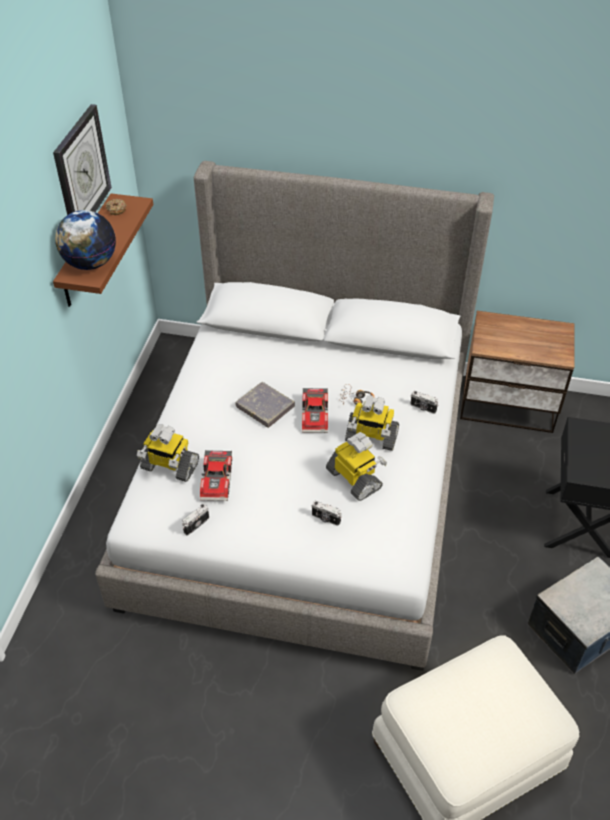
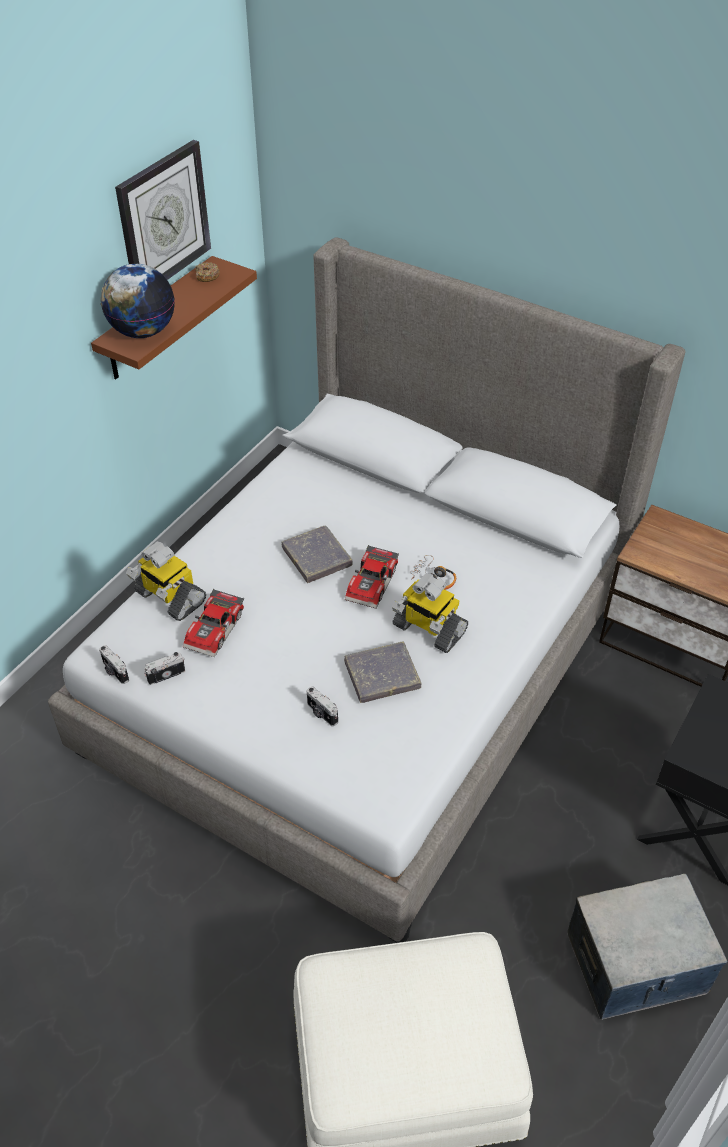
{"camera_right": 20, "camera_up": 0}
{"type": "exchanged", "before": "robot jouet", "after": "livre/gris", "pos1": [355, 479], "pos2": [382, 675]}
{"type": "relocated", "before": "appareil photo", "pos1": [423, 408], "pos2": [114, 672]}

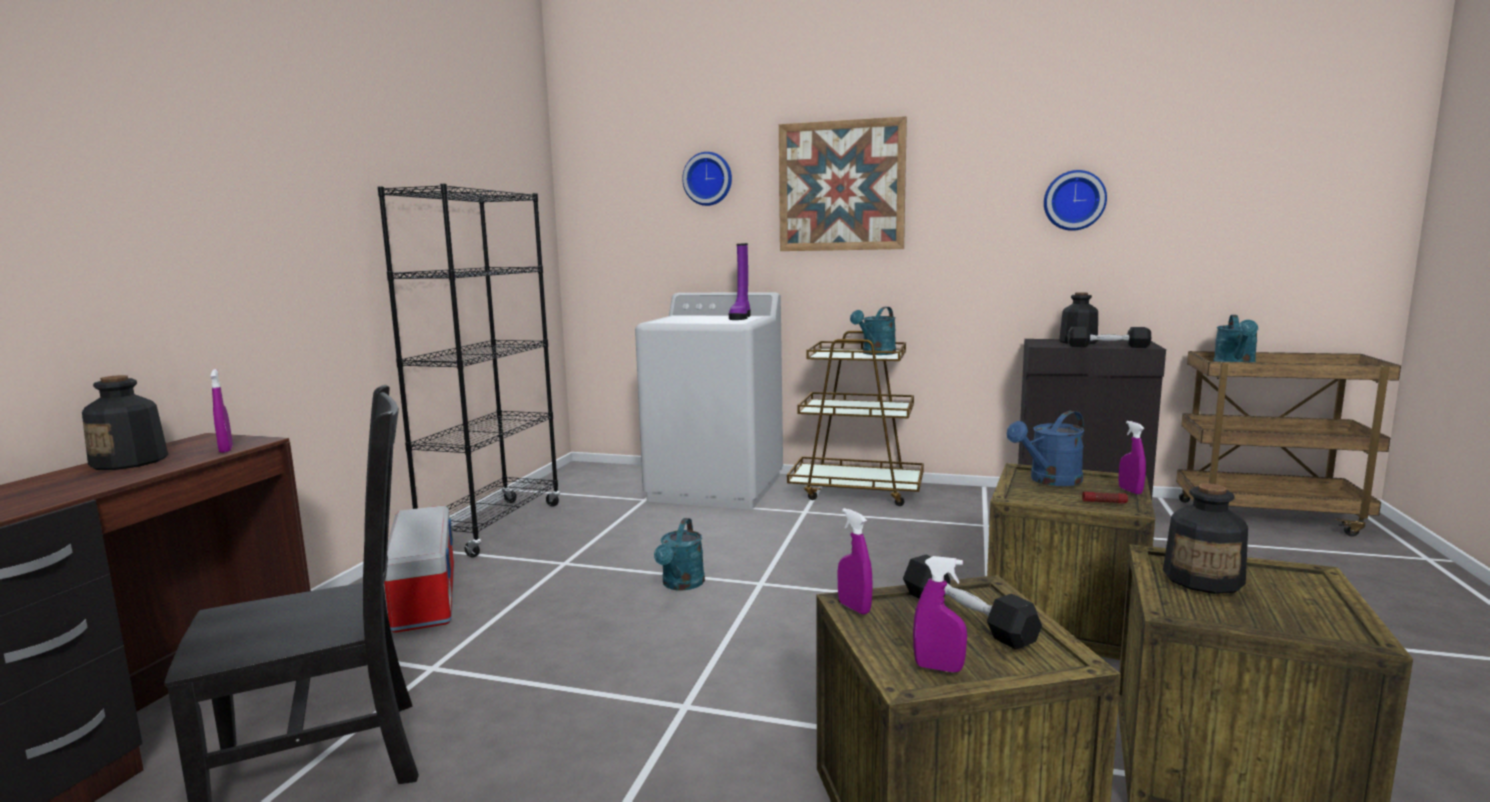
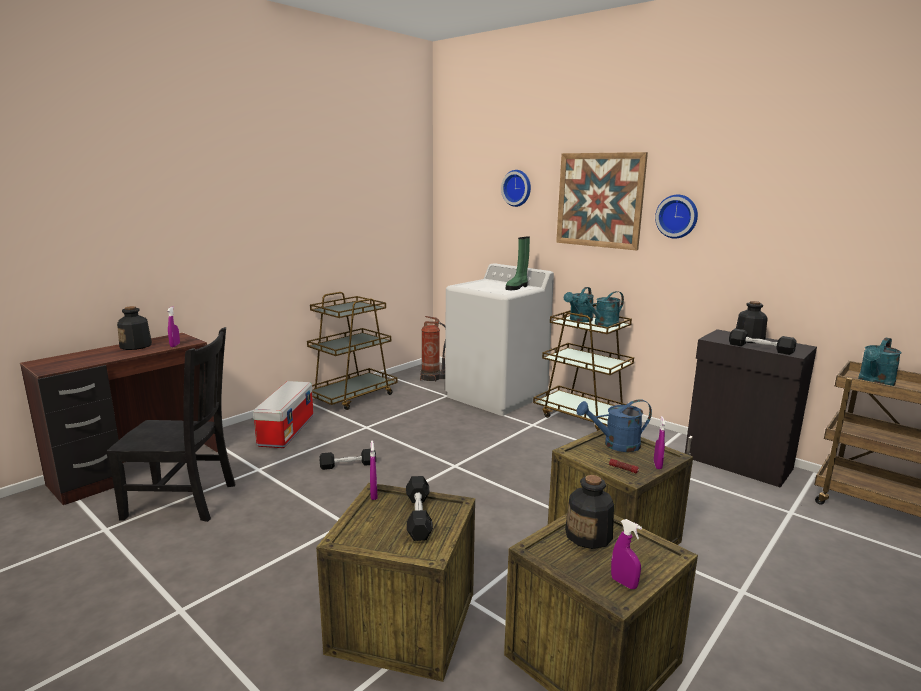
{"camera_right": 25, "camera_up": 5}
{"type": "exchanged", "before": "bibliothèque/noir", "after": "chariot/marron", "pos1": [493, 527], "pos2": [352, 396]}
{"type": "relocated", "before": "arrosoir/turquoise", "pos1": [681, 585], "pos2": [579, 320]}
{"type": "colour", "before": "botte/violet", "after": "botte/vert", "pos1": [740, 317], "pos2": [517, 287]}
{"type": "relocated", "before": "vaporisateur/violet", "pos1": [938, 668], "pos2": [624, 583]}
{"type": "relocated", "before": "horloge murale", "pos1": [1074, 200], "pos2": [677, 216]}
{"type": "appeared", "after": "haltère/noir", "pos2": [348, 465]}
{"type": "appeared", "after": "extincteur", "pos2": [431, 378]}

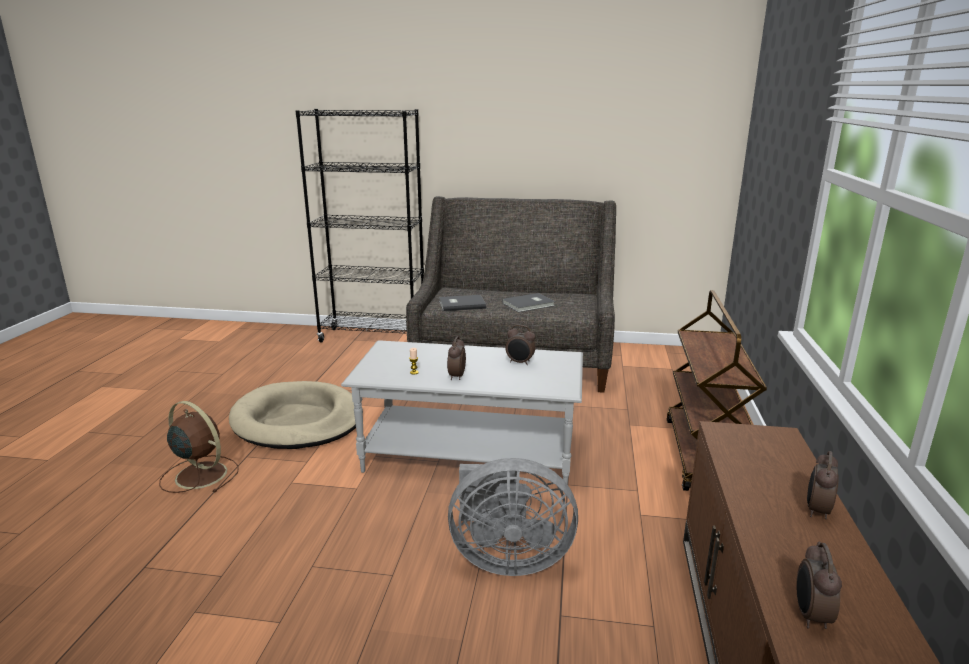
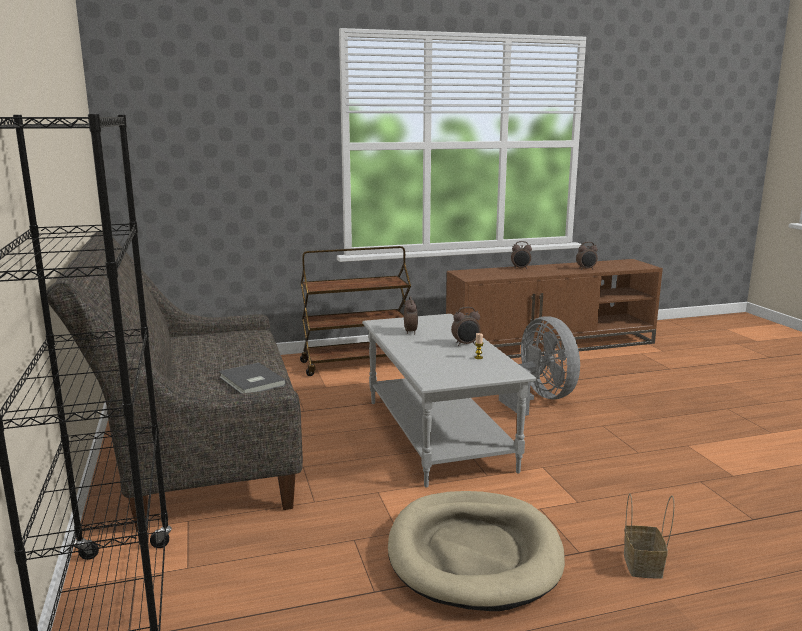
{"camera_right": -115, "camera_up": -5}
{"type": "exchanged", "before": "ventilateur/marron", "after": "panier", "pos1": [199, 474], "pos2": [644, 566]}
{"type": "missing", "before": "livre/gris", "pos1": [529, 304]}

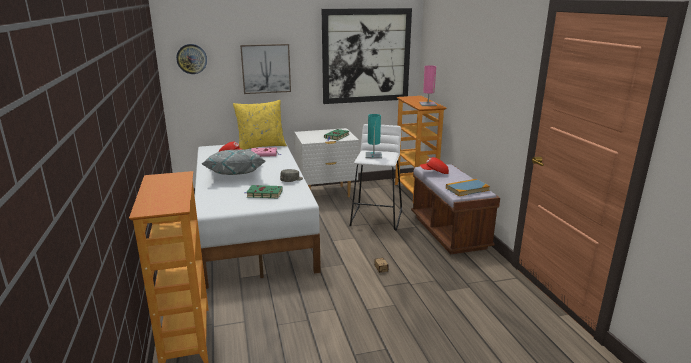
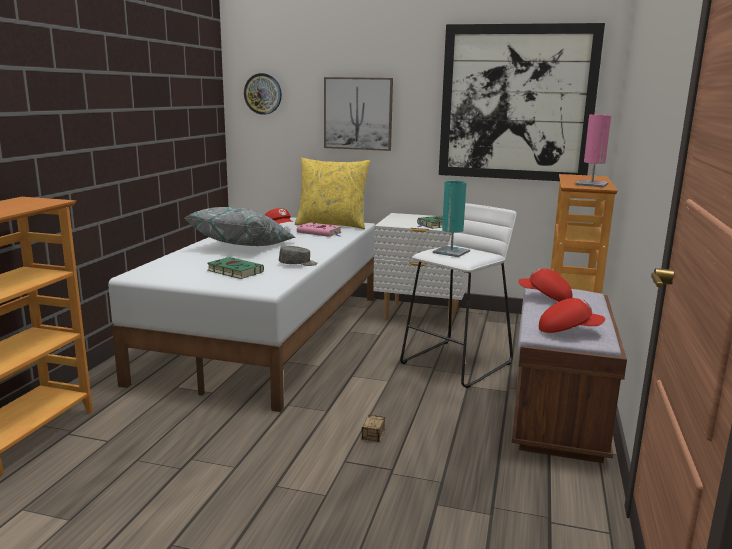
{"camera_right": 30, "camera_up": -5}
{"type": "exchanged", "before": "livre", "after": "casquette/rouge", "pos1": [467, 189], "pos2": [568, 331]}

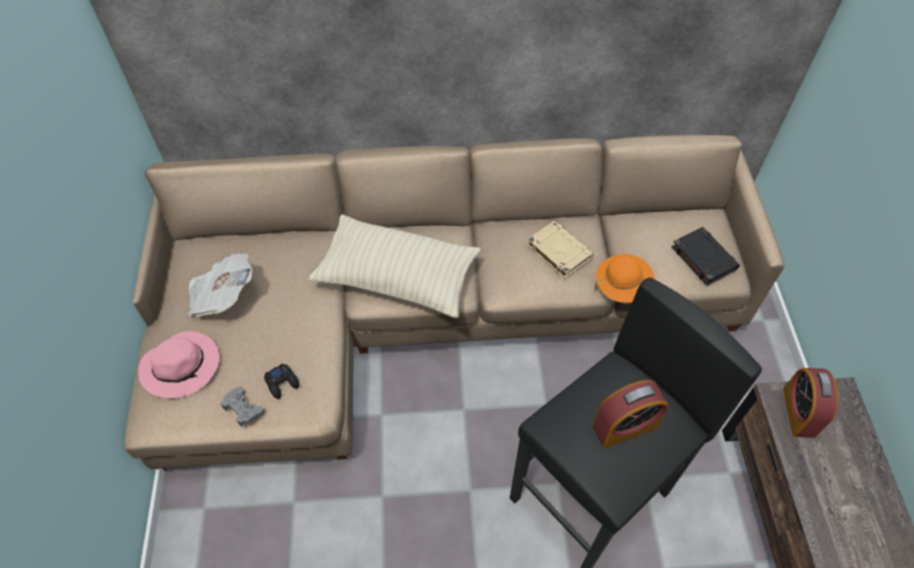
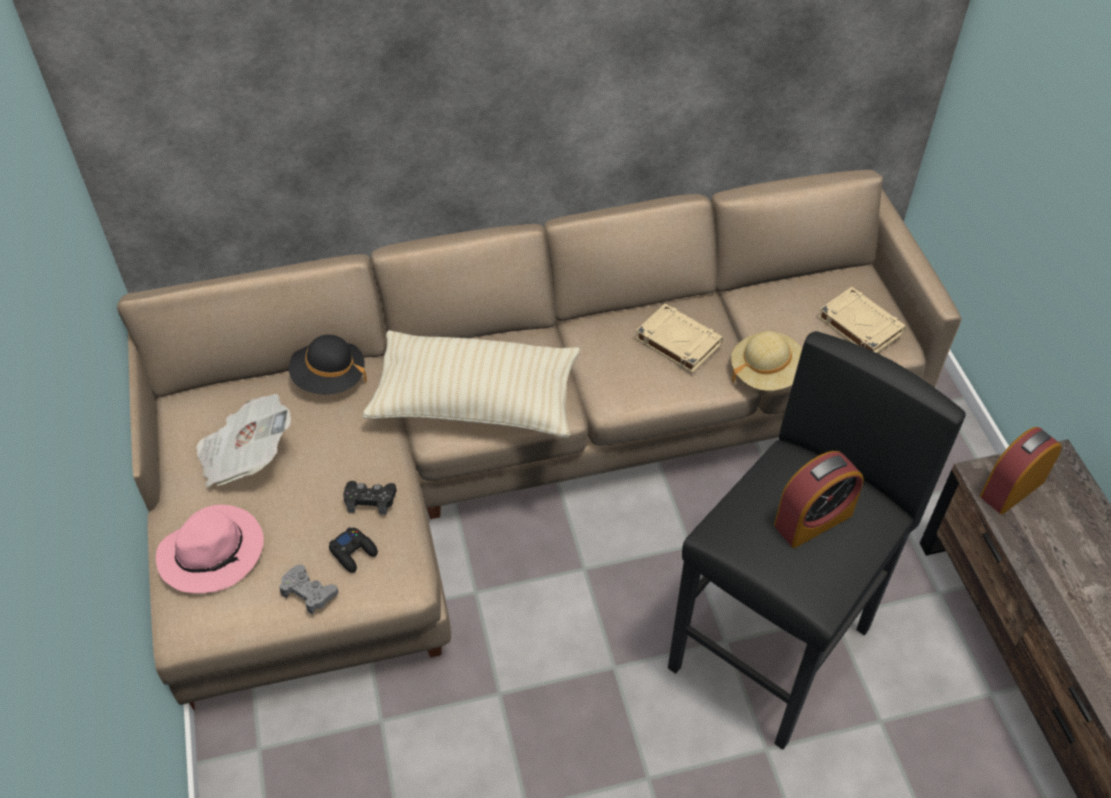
{"camera_right": -10, "camera_up": -5}
{"type": "colour", "before": "chapeau/orange", "after": "chapeau/beige", "pos1": [622, 286], "pos2": [766, 373]}
{"type": "colour", "before": "livre/noir", "after": "livre/beige", "pos1": [703, 258], "pos2": [859, 325]}
{"type": "spun", "before": "réveil", "pos1": [799, 412], "pos2": [1012, 488], "turn": 60}
{"type": "appeared", "after": "chapeau/noir", "pos2": [329, 378]}
{"type": "appeared", "after": "manette/noir", "pos2": [370, 500]}

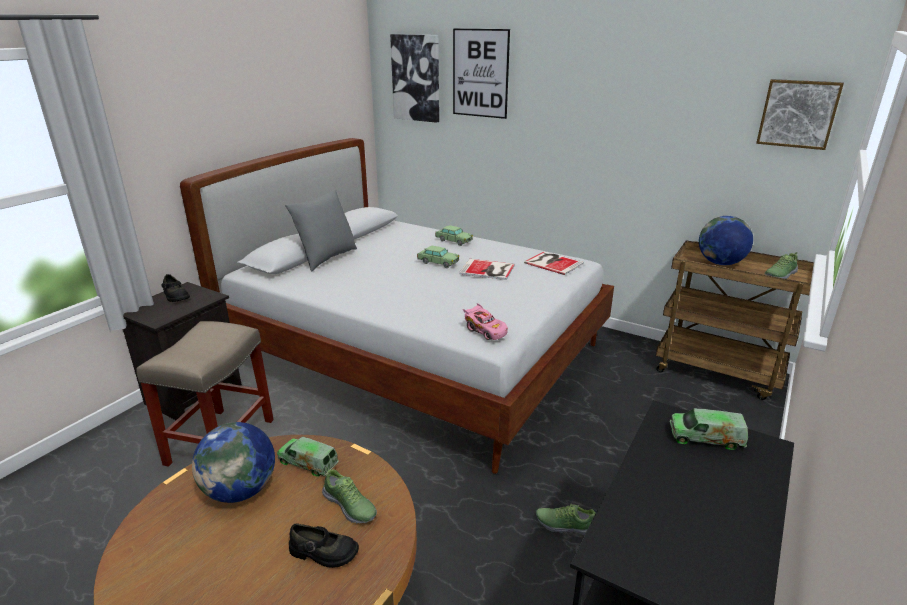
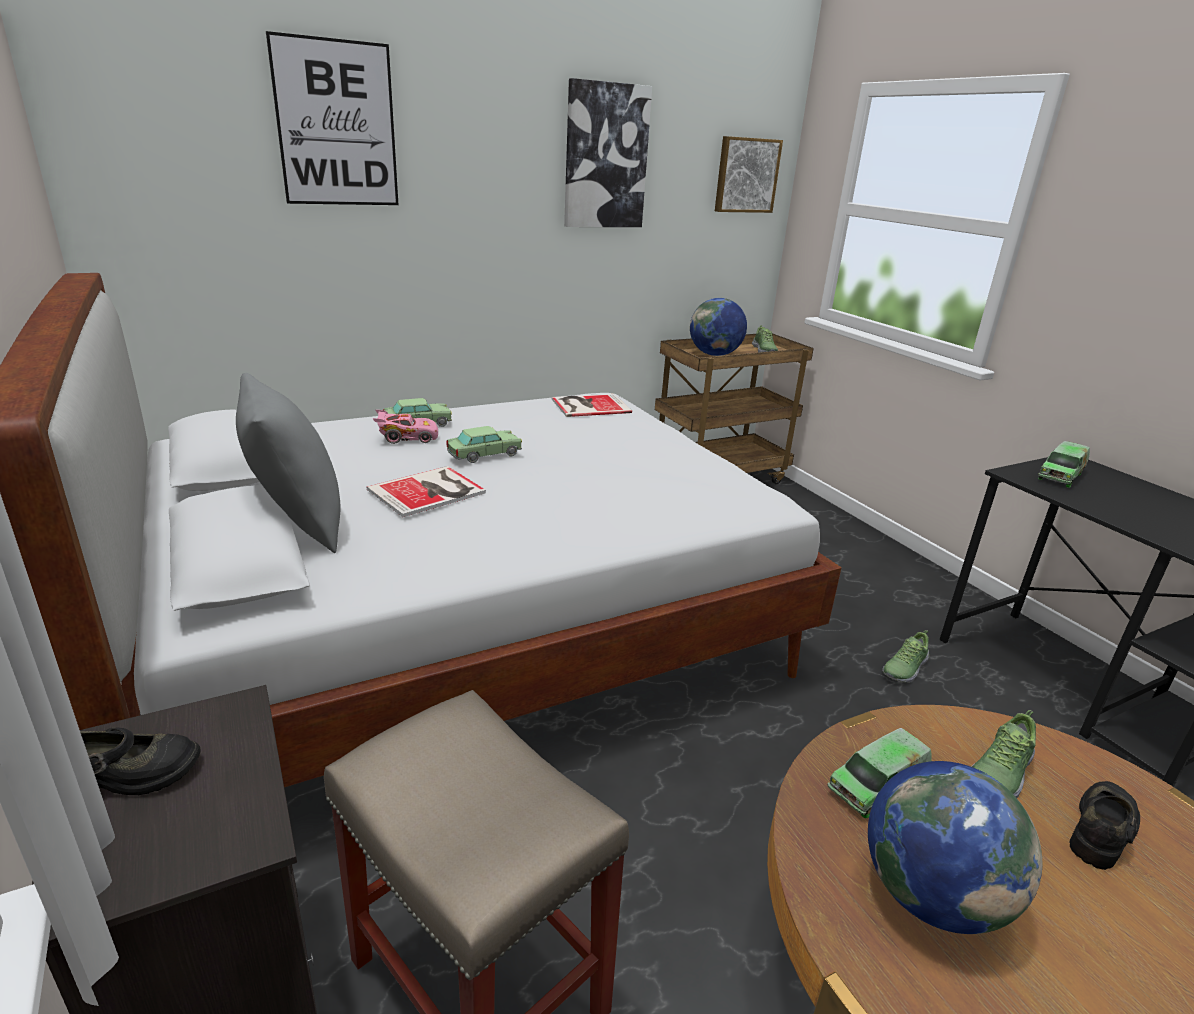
{"camera_right": -60, "camera_up": 0}
{"type": "spun", "before": "chaussure", "pos1": [350, 506], "pos2": [998, 772], "turn": 150}
{"type": "relocated", "before": "tableau", "pos1": [416, 78], "pos2": [605, 157]}
{"type": "relocated", "before": "livre", "pos1": [488, 270], "pos2": [430, 491]}
{"type": "relocated", "before": "petite voiture/rose", "pos1": [485, 331], "pos2": [407, 438]}

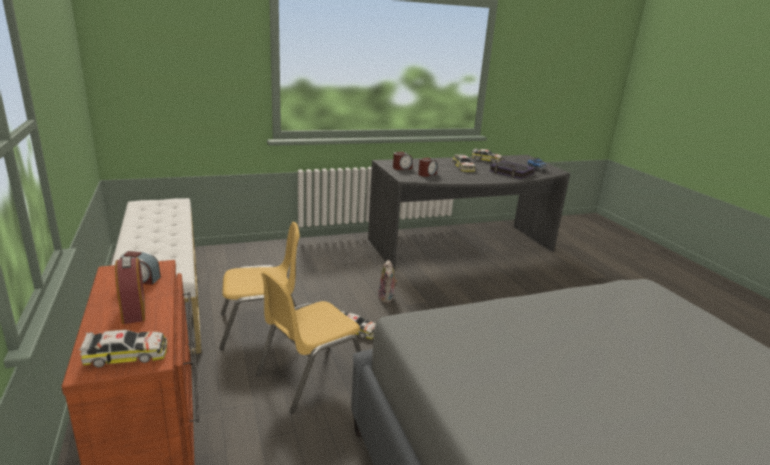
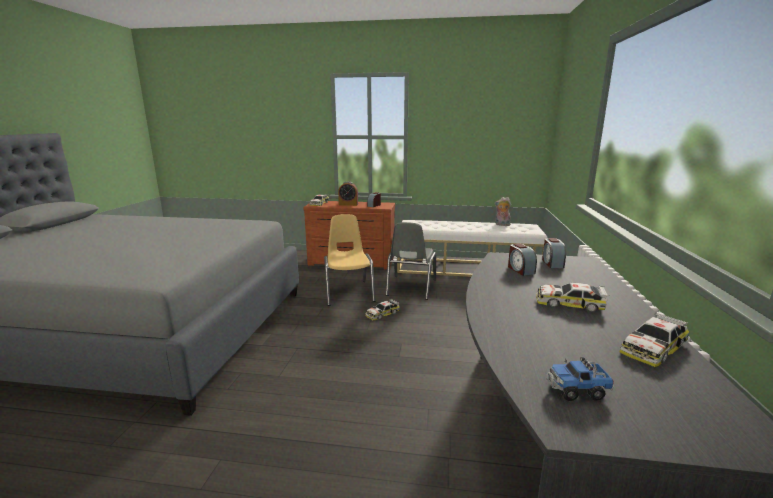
{"camera_right": 120, "camera_up": -5}
{"type": "colour", "before": "chaise/jaune", "after": "chaise/gris", "pos1": [261, 327], "pos2": [410, 287]}
{"type": "relocated", "before": "peluche", "pos1": [387, 298], "pos2": [501, 225]}
{"type": "missing", "before": "livre", "pos1": [511, 173]}

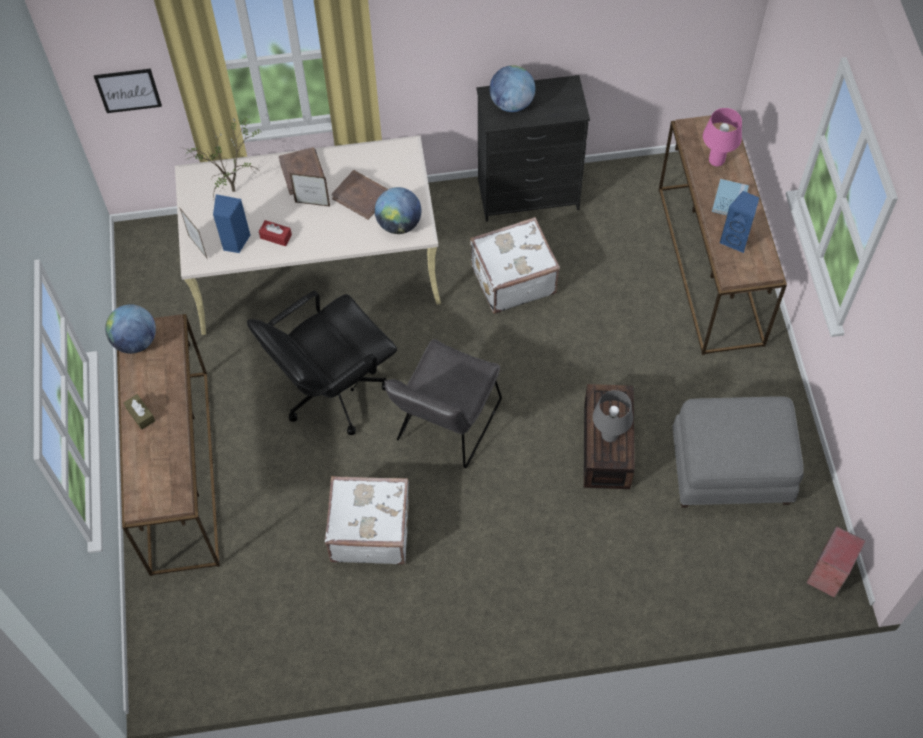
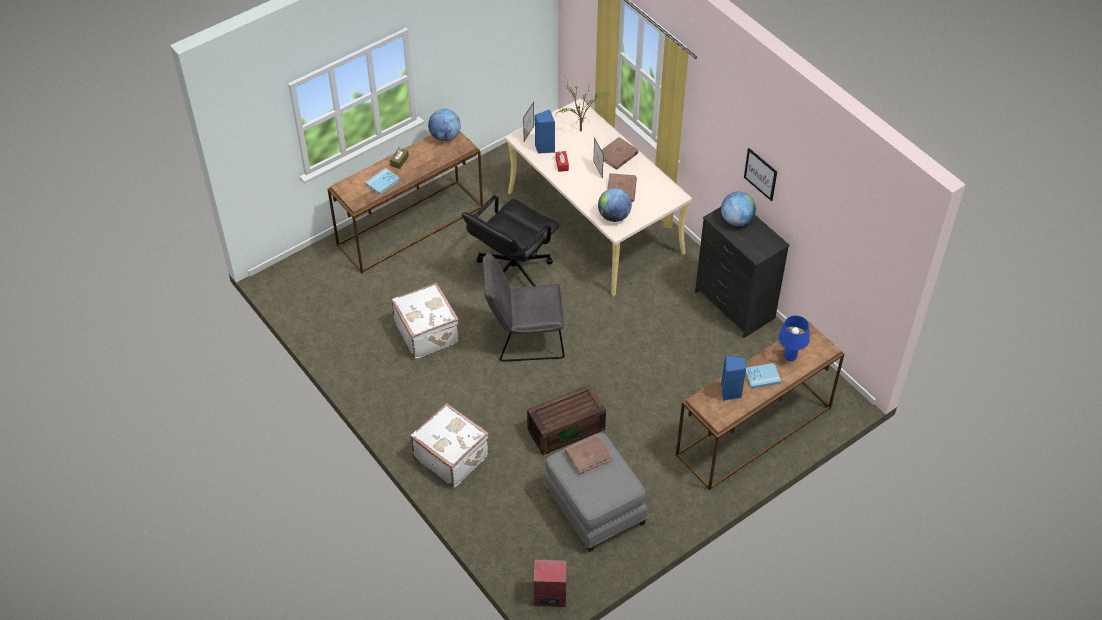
{"camera_right": 60, "camera_up": -10}
{"type": "relocated", "before": "tableau", "pos1": [128, 90], "pos2": [760, 174]}
{"type": "spun", "before": "chaise de bureau/noir", "pos1": [332, 390], "pos2": [512, 271], "turn": -75}
{"type": "relocated", "before": "valise/blanc", "pos1": [512, 279], "pos2": [452, 456]}
{"type": "missing", "before": "lampe de table/gris", "pos1": [609, 436]}
{"type": "colour", "before": "lampe de table/rose", "after": "lampe de table/bleu", "pos1": [715, 161], "pos2": [789, 356]}
{"type": "appeared", "after": "livre/bleu", "pos2": [382, 182]}
{"type": "appeared", "after": "livre/marron", "pos2": [588, 455]}

